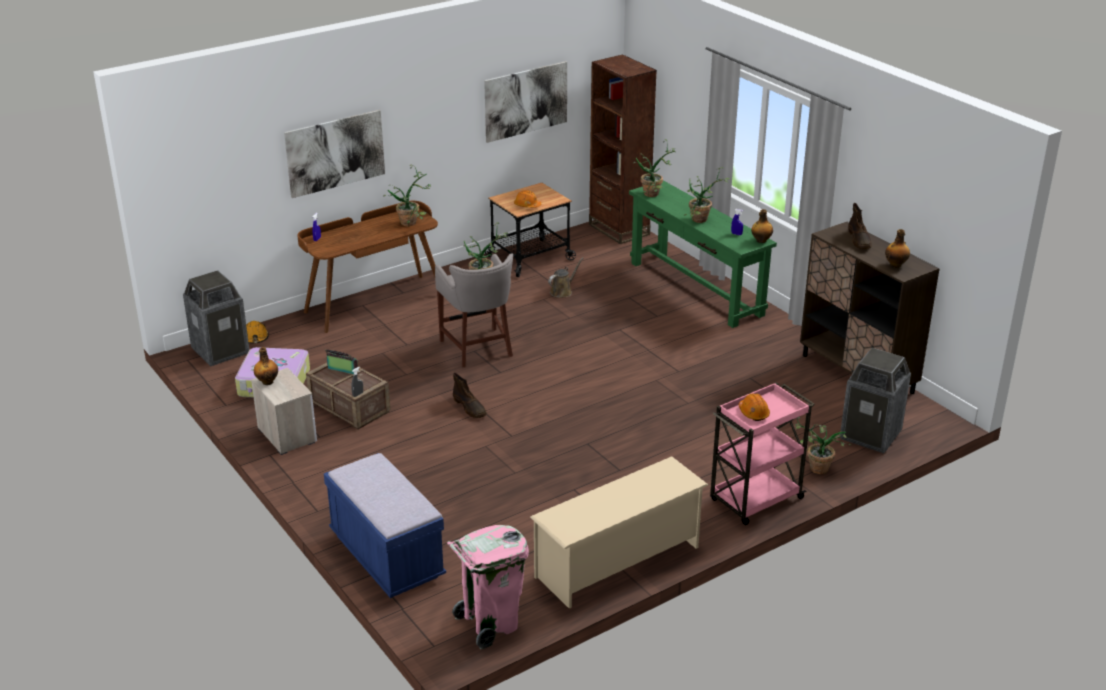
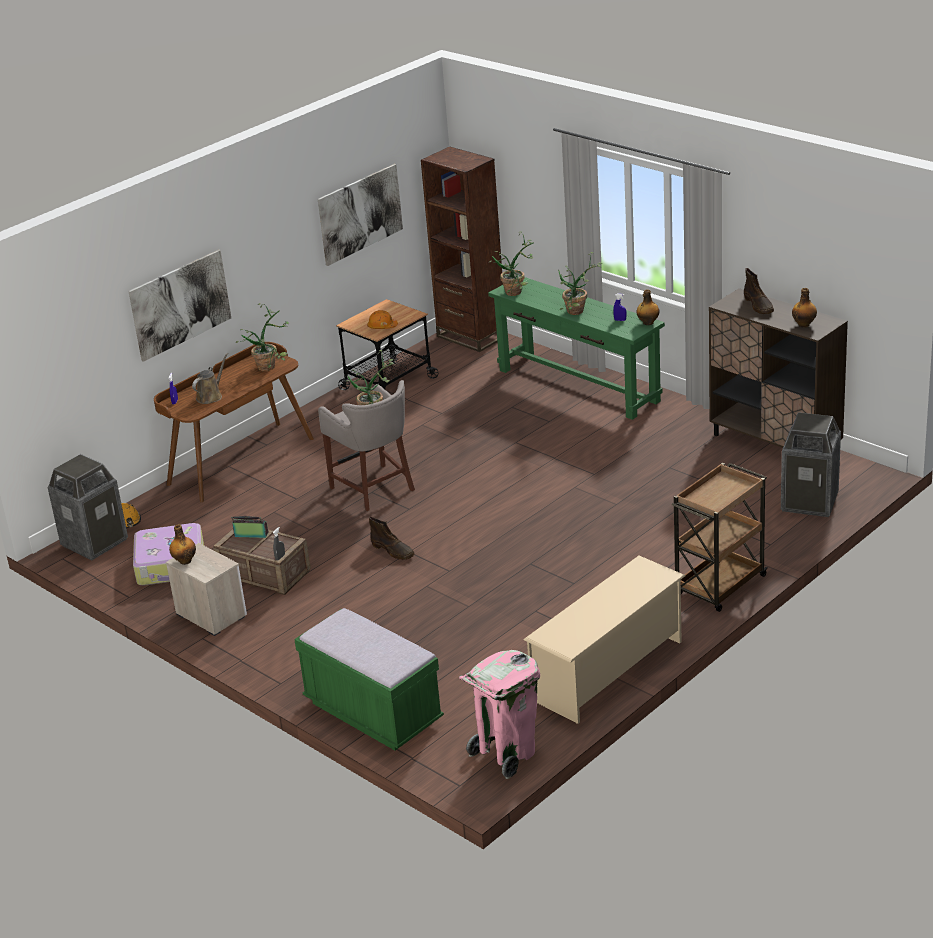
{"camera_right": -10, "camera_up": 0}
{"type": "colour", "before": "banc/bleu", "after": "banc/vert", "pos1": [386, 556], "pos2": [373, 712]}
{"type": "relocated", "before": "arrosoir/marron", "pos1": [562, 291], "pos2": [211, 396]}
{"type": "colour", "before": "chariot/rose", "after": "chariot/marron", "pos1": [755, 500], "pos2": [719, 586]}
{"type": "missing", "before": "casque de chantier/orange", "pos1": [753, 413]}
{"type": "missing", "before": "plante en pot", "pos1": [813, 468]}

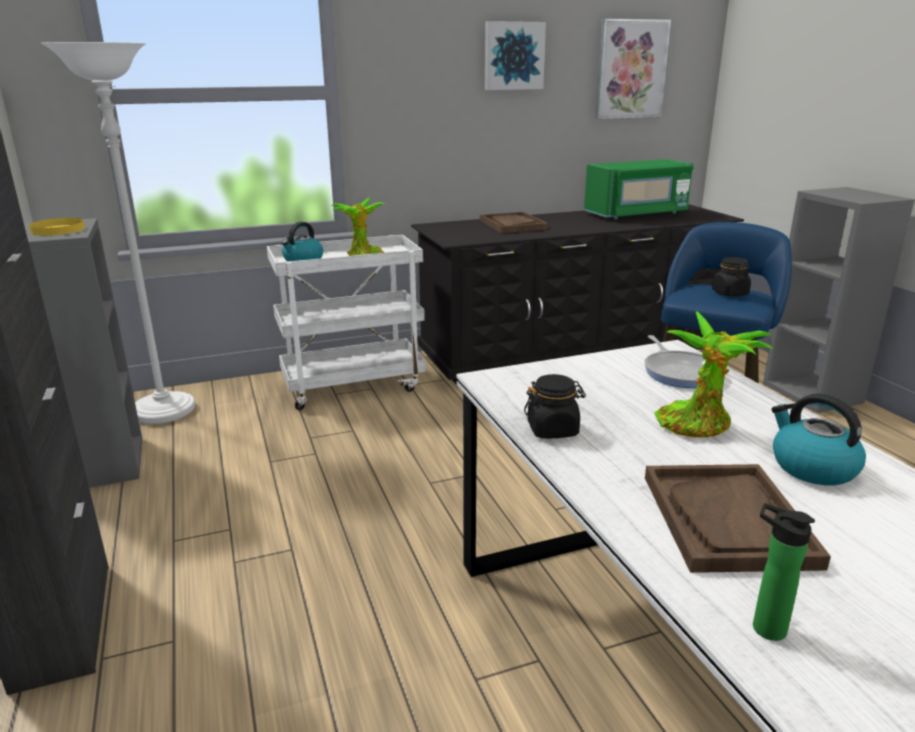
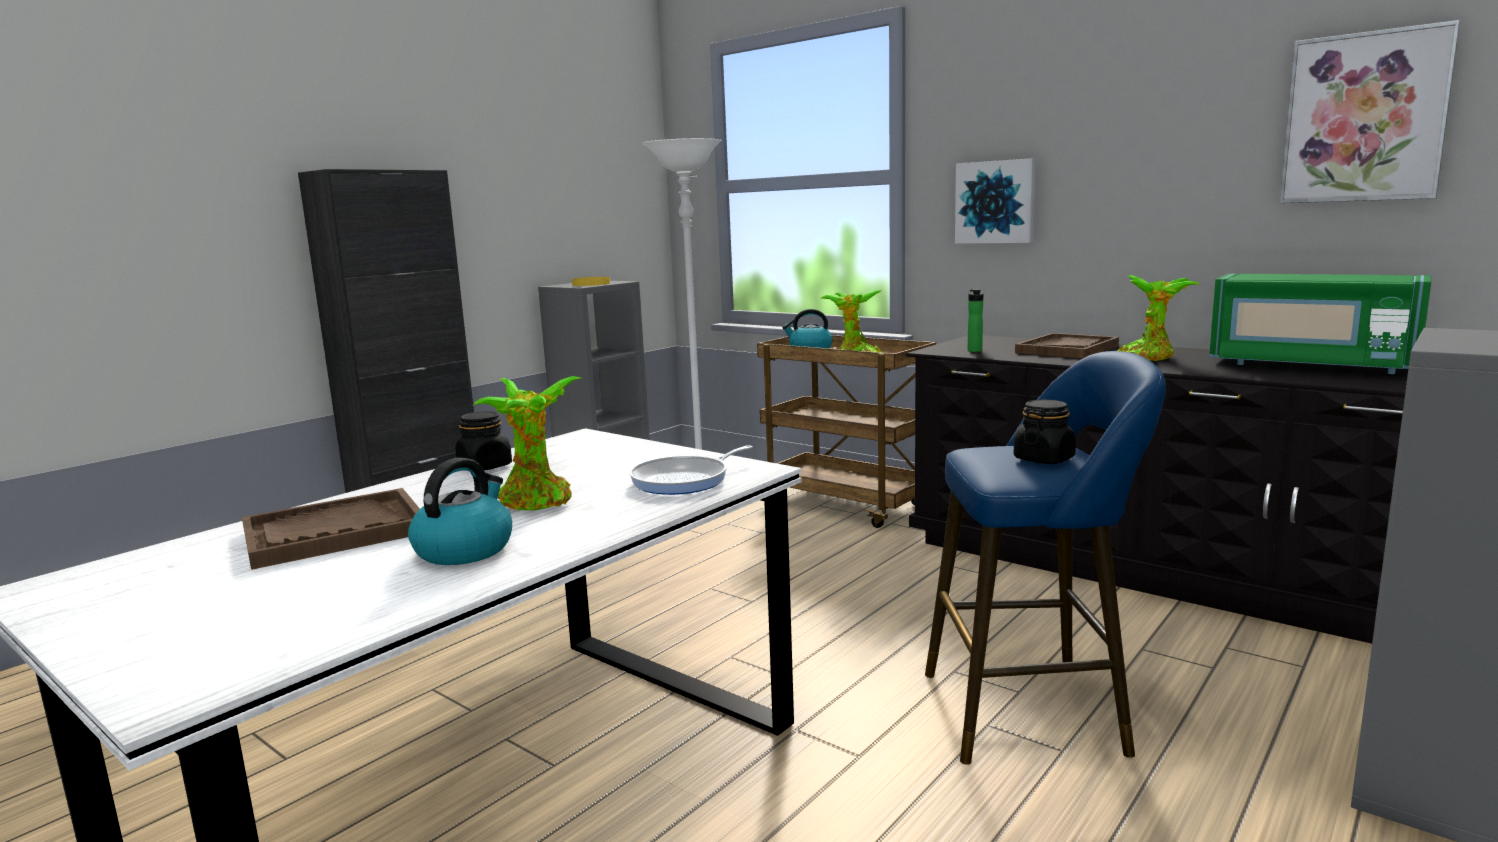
{"camera_right": 60, "camera_up": -10}
{"type": "colour", "before": "chariot/blanc", "after": "chariot/marron", "pos1": [354, 385], "pos2": [848, 505]}
{"type": "relocated", "before": "tableau", "pos1": [513, 56], "pos2": [996, 202]}
{"type": "relocated", "before": "bouteille", "pos1": [763, 627], "pos2": [974, 350]}
{"type": "appeared", "after": "plante en pot", "pos2": [1148, 357]}

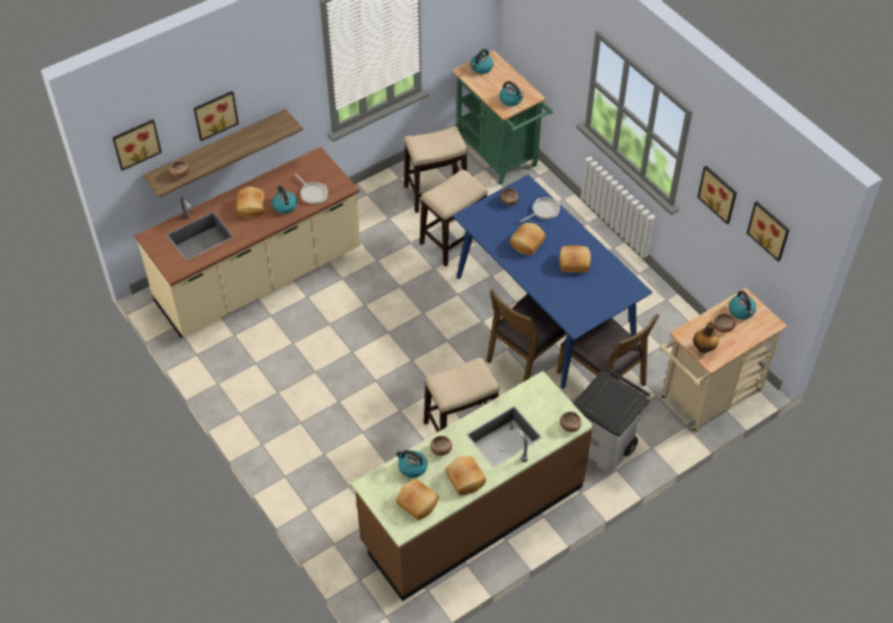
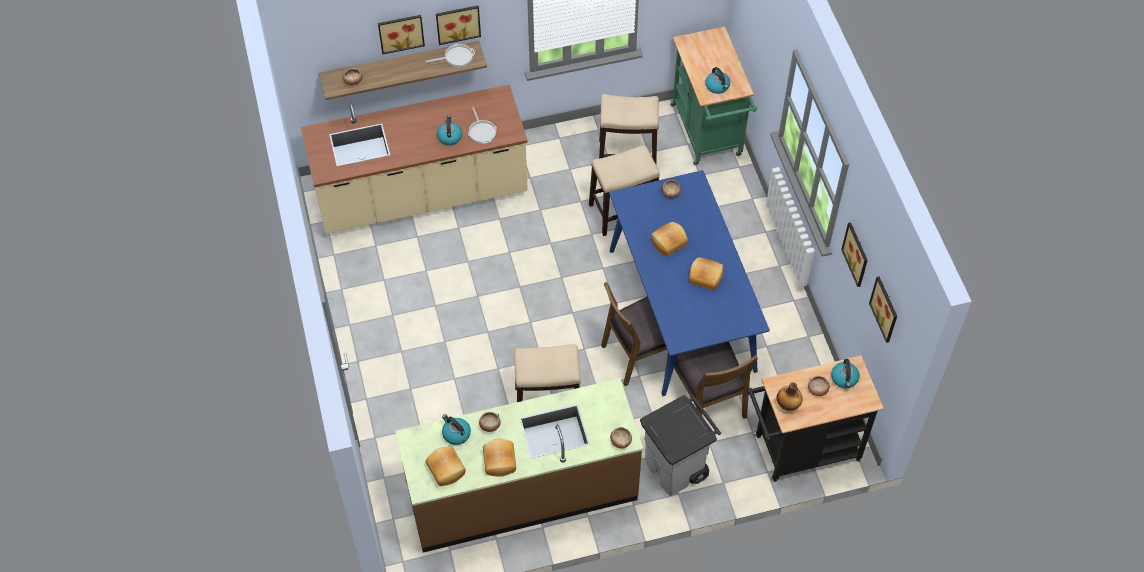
{"camera_right": 20, "camera_up": 5}
{"type": "relocated", "before": "tableau", "pos1": [135, 143], "pos2": [457, 23]}
{"type": "missing", "before": "pain", "pos1": [252, 207]}
{"type": "missing", "before": "bouilloire", "pos1": [481, 68]}
{"type": "relocated", "before": "poêle", "pos1": [544, 211], "pos2": [456, 57]}
{"type": "colour", "before": "chariot/beige", "after": "chariot/noir", "pos1": [706, 398], "pos2": [800, 450]}

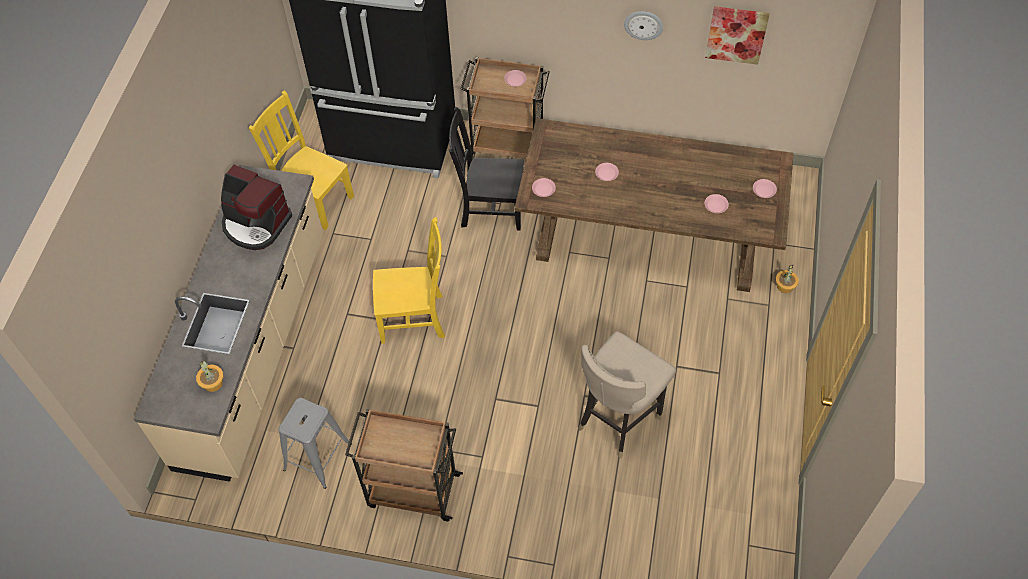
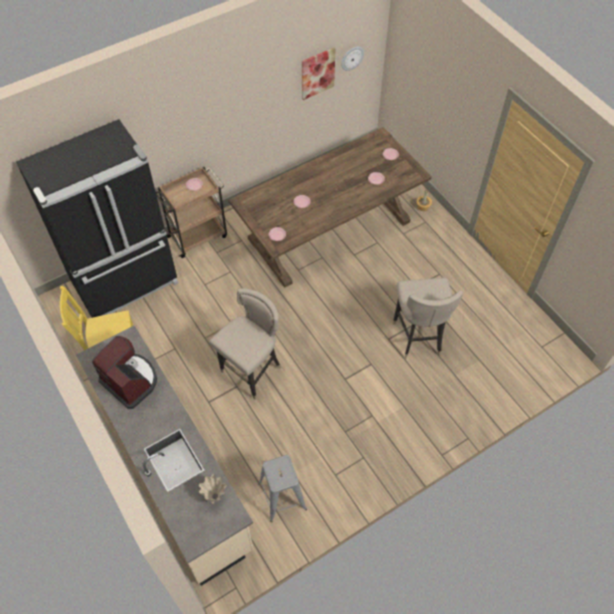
{"camera_right": -45, "camera_up": 0}
{"type": "exchanged", "before": "plante en pot", "after": "vase/beige", "pos1": [213, 383], "pos2": [215, 495]}
{"type": "spun", "before": "machine à café", "pos1": [256, 224], "pos2": [130, 381], "turn": -120}
{"type": "missing", "before": "chariot/marron", "pos1": [412, 490]}
{"type": "exchanged", "before": "chaise/jaune", "after": "tabouret/beige", "pos1": [415, 318], "pos2": [252, 372]}
{"type": "missing", "before": "chaise/noir", "pos1": [490, 208]}
{"type": "relocated", "before": "horloge murale", "pos1": [643, 24], "pos2": [352, 58]}

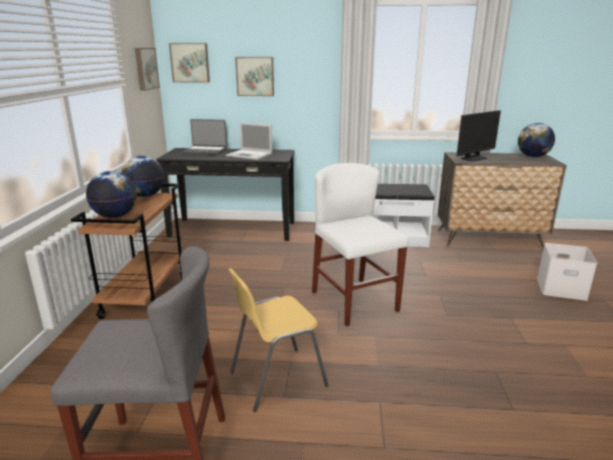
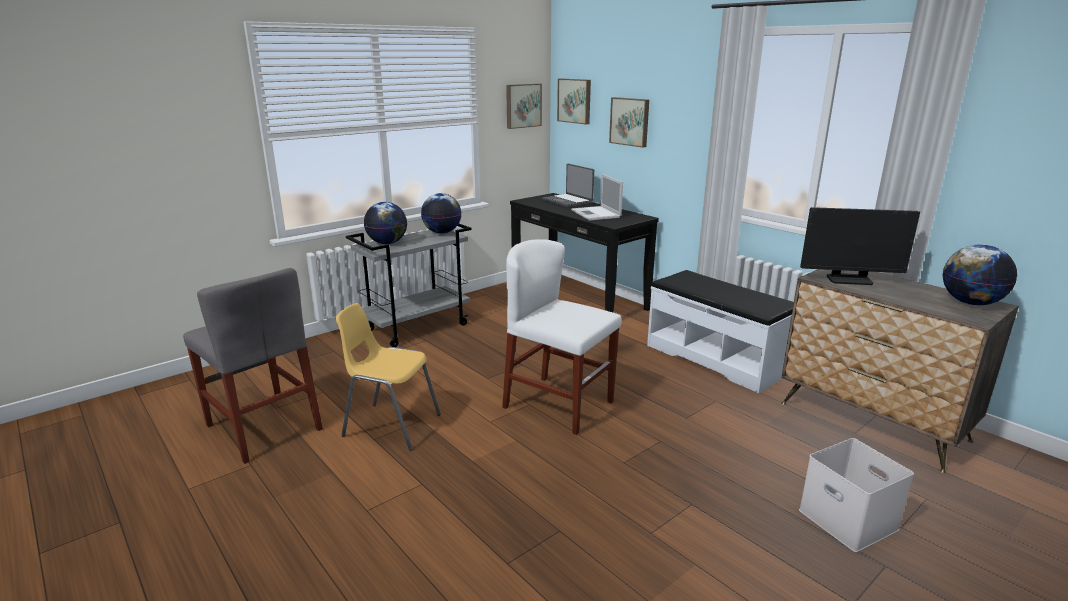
{"camera_right": 45, "camera_up": 0}
{"type": "colour", "before": "chariot/marron", "after": "chariot/gris", "pos1": [145, 297], "pos2": [417, 327]}
{"type": "spun", "before": "chaise/blanc", "pos1": [354, 301], "pos2": [558, 404], "turn": -75}

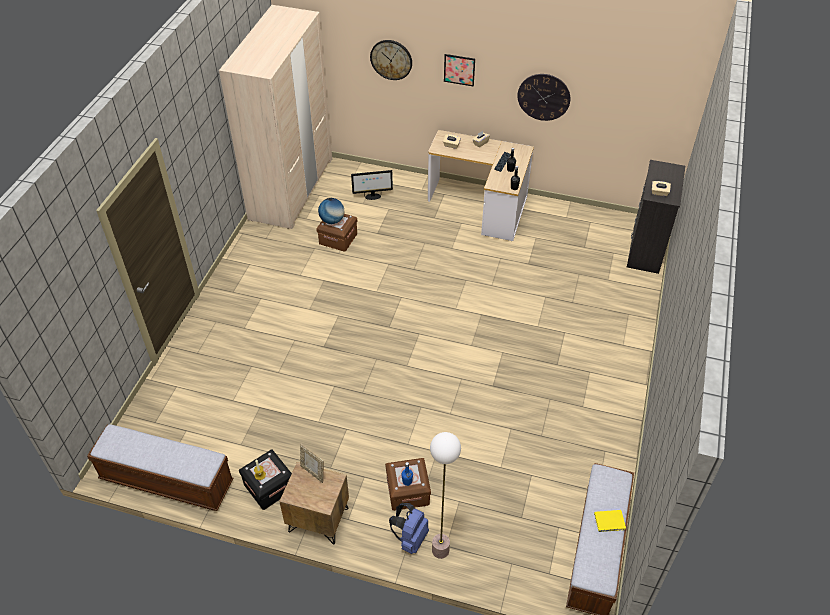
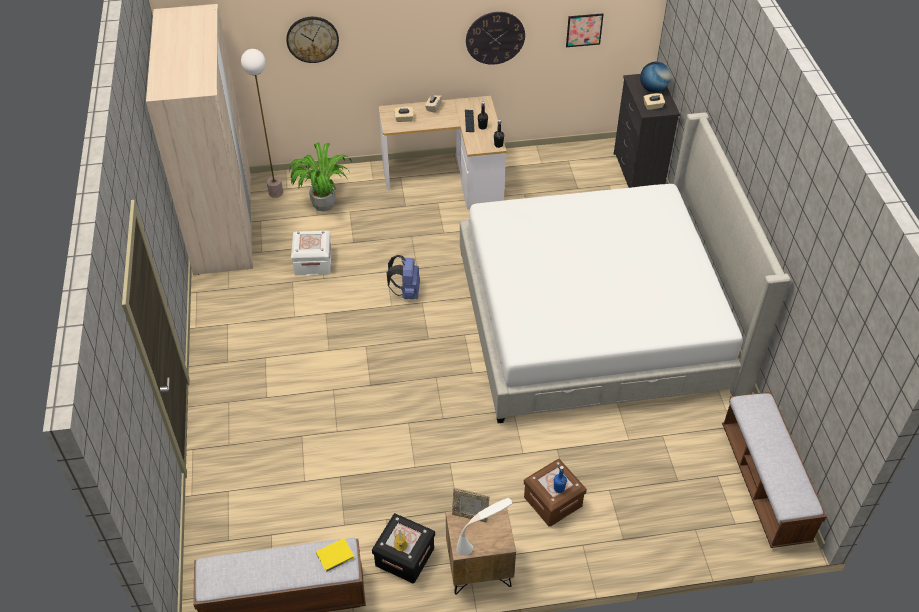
{"camera_right": -25, "camera_up": 0}
{"type": "colour", "before": "boîte de rangement/marron", "after": "boîte de rangement/blanc", "pos1": [338, 239], "pos2": [313, 262]}
{"type": "relocated", "before": "globe", "pos1": [332, 220], "pos2": [653, 89]}
{"type": "exchanged", "before": "écran d'ordinateur", "after": "plante en pot", "pos1": [372, 197], "pos2": [323, 204]}
{"type": "relocated", "before": "sac à dos/bleu", "pos1": [410, 538], "pos2": [406, 292]}
{"type": "relocated", "before": "lampadaire", "pos1": [440, 550], "pos2": [276, 192]}
{"type": "relocated", "before": "tableau", "pos1": [459, 69], "pos2": [584, 30]}
{"type": "relocated", "before": "livre/jaune", "pos1": [610, 522], "pos2": [336, 555]}
{"type": "appeared", "after": "lampe de table/blanc", "pos2": [483, 542]}
{"type": "appeared", "after": "lit", "pos2": [597, 319]}

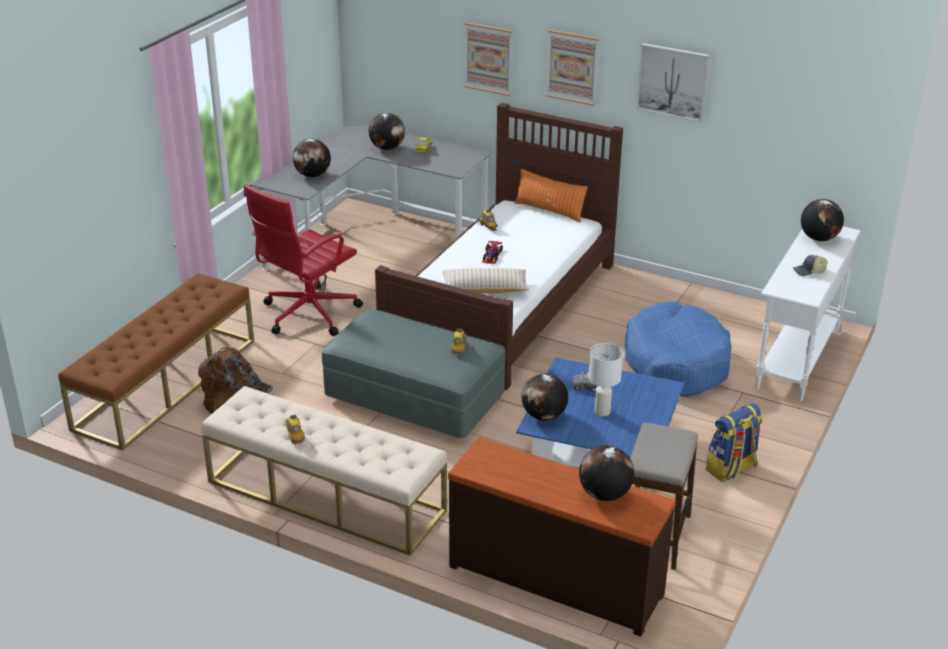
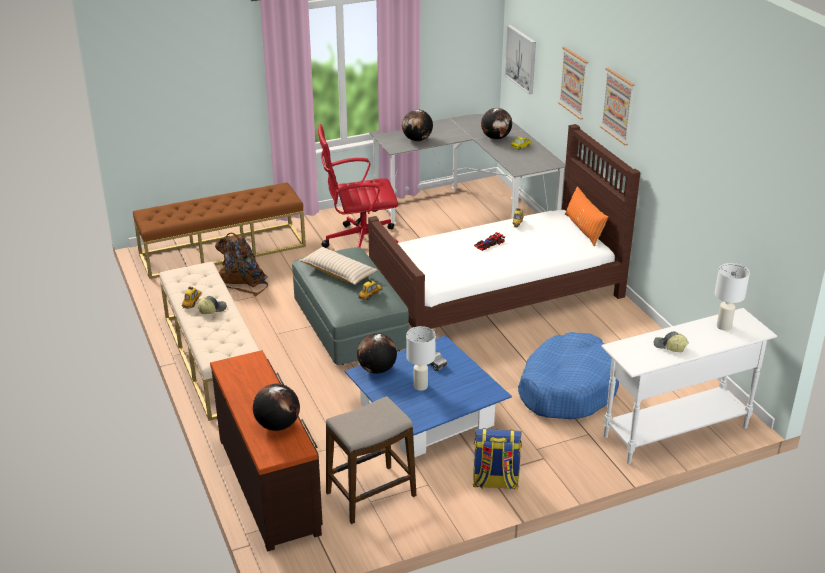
{"camera_right": 40, "camera_up": 0}
{"type": "relocated", "before": "coussin/beige", "pos1": [485, 289], "pos2": [338, 272]}
{"type": "relocated", "before": "tableau", "pos1": [673, 82], "pos2": [521, 59]}
{"type": "exchanged", "before": "globe", "after": "lampe de table/blanc", "pos1": [818, 238], "pos2": [723, 326]}
{"type": "appeared", "after": "casquette", "pos2": [212, 309]}

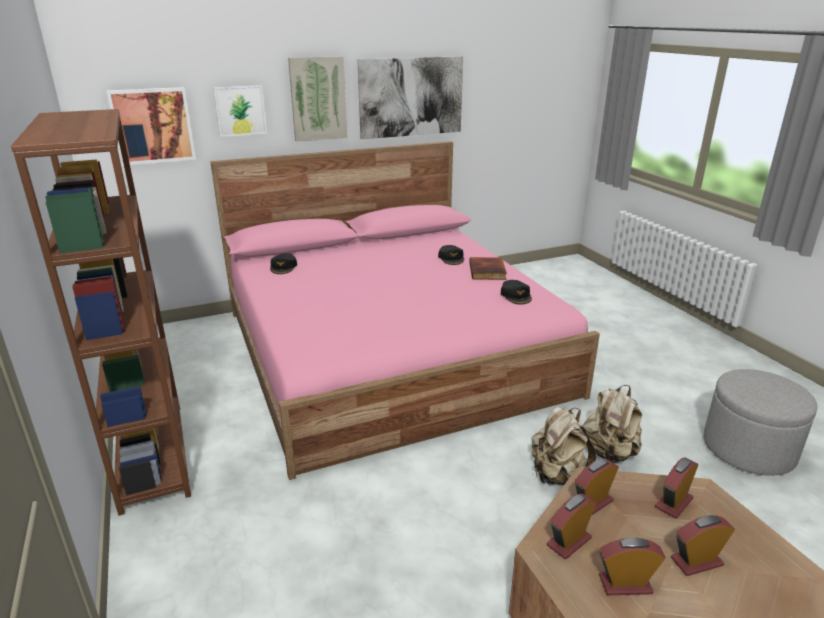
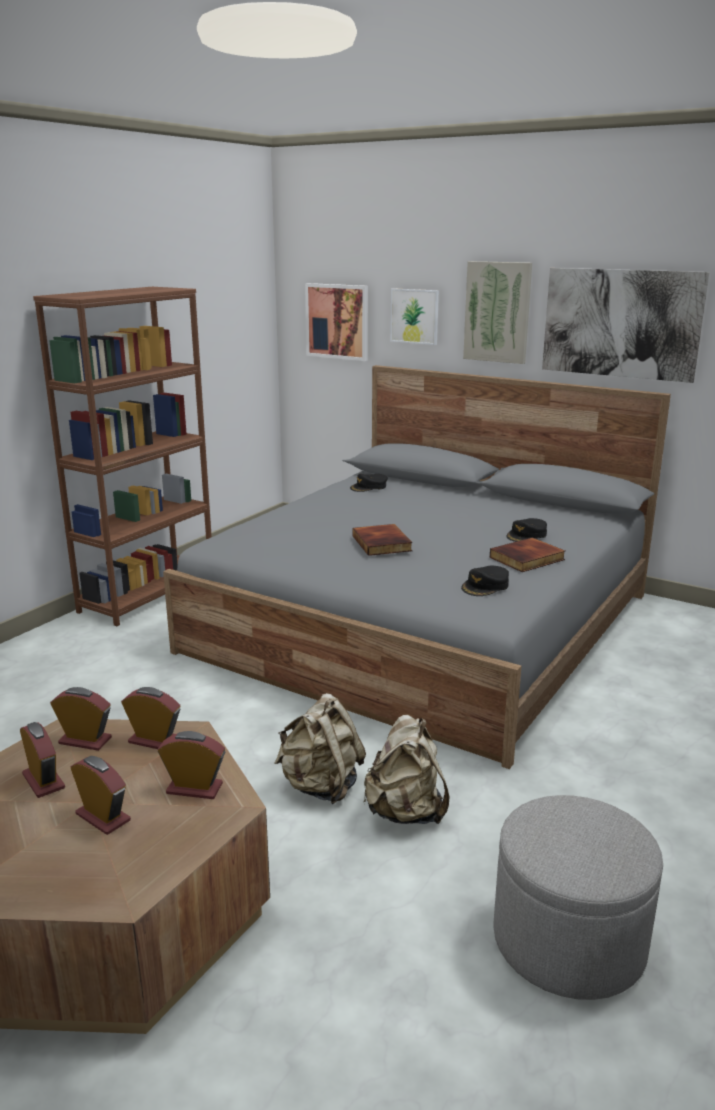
{"camera_right": 55, "camera_up": -5}
{"type": "colour", "before": "lit/rose", "after": "lit/gris", "pos1": [389, 351], "pos2": [425, 622]}
{"type": "appeared", "after": "livre", "pos2": [383, 543]}

